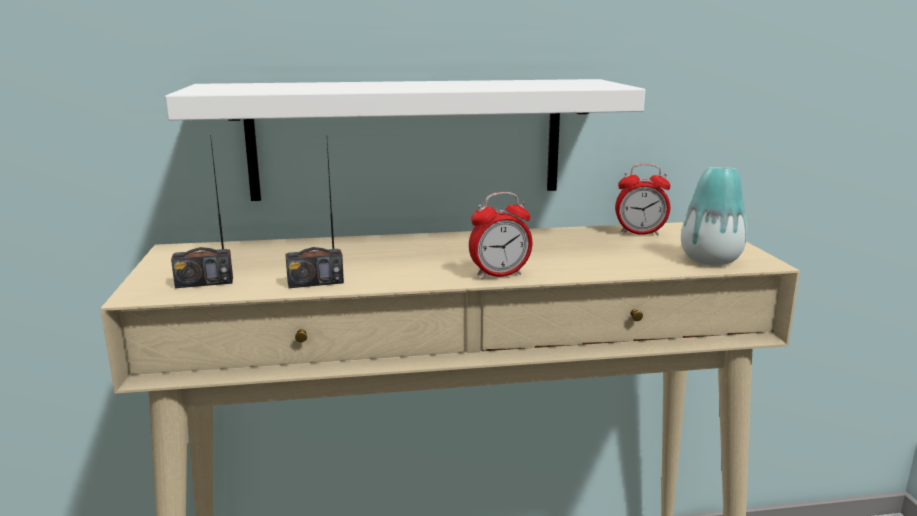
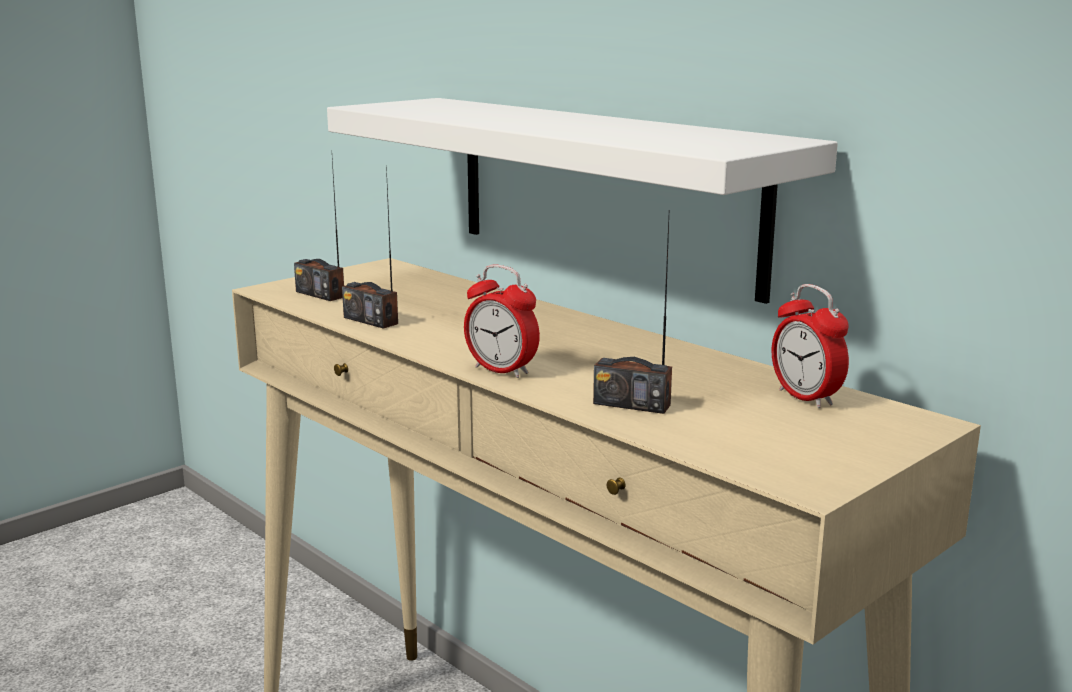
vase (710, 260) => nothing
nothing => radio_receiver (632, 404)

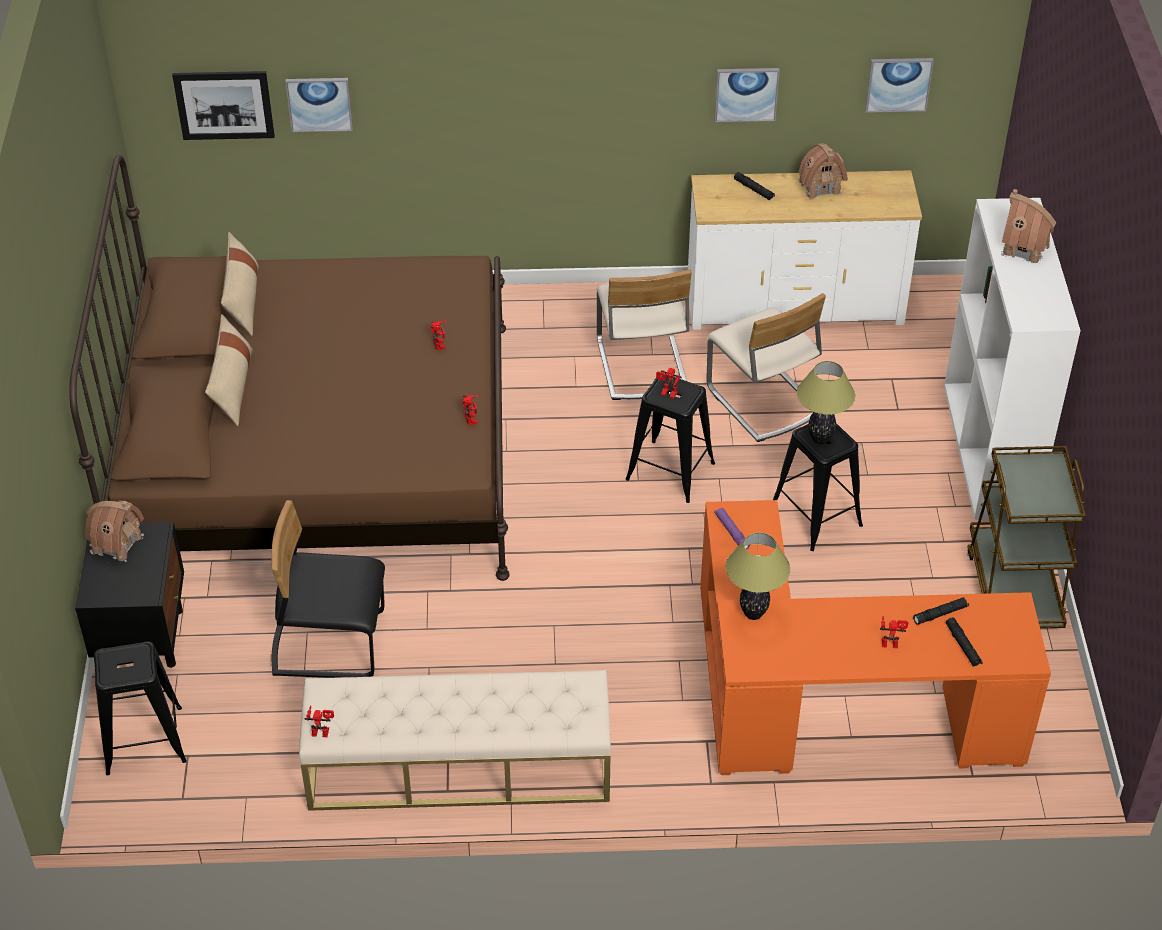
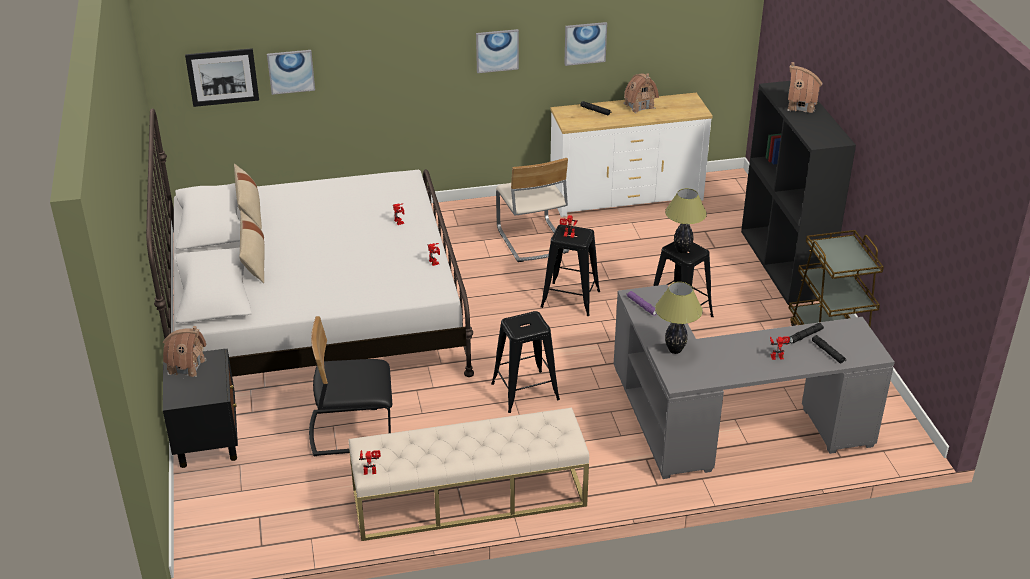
wall_art (898, 84) => wall_art (497, 50), relocated
brown_sleeping_bed (320, 451) => whitish_sleeping_bed (315, 313)
whitish_bookshelf (990, 451) => black-coloured_bookshelf (784, 265)
beige-coloured_plain_chair (762, 401) => nothing
orange_desk_unit (830, 708) => grey_desk_unit (727, 427)
black-coloured_sitting_stool (143, 741) => black-coloured_sitting_stool (524, 391), relocated

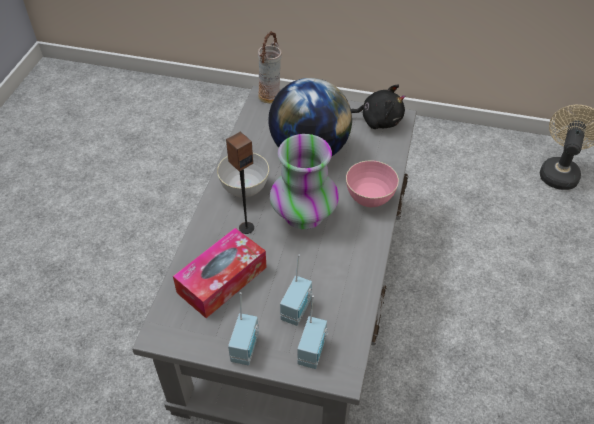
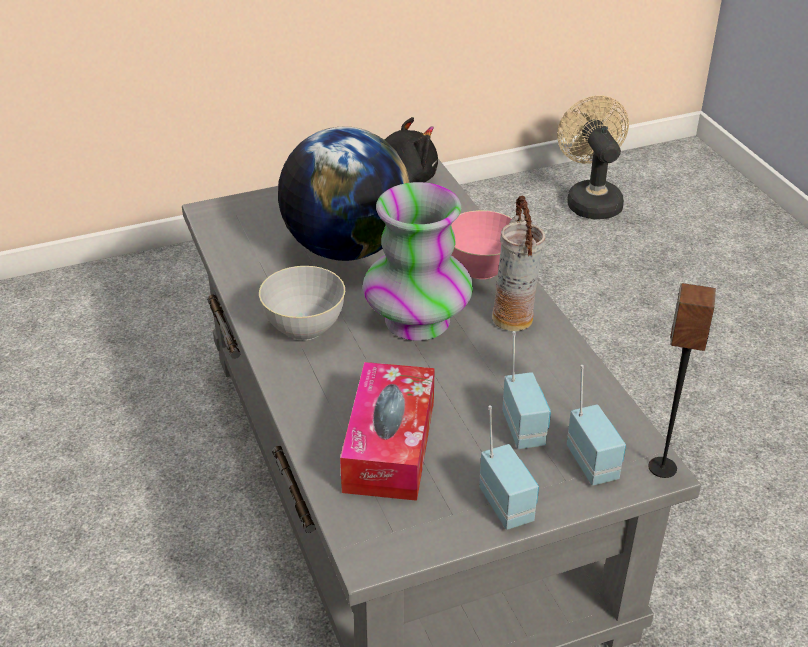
vase (270, 97) => vase (514, 319), relocated
audio_speaker (246, 227) => audio_speaker (661, 467), relocated

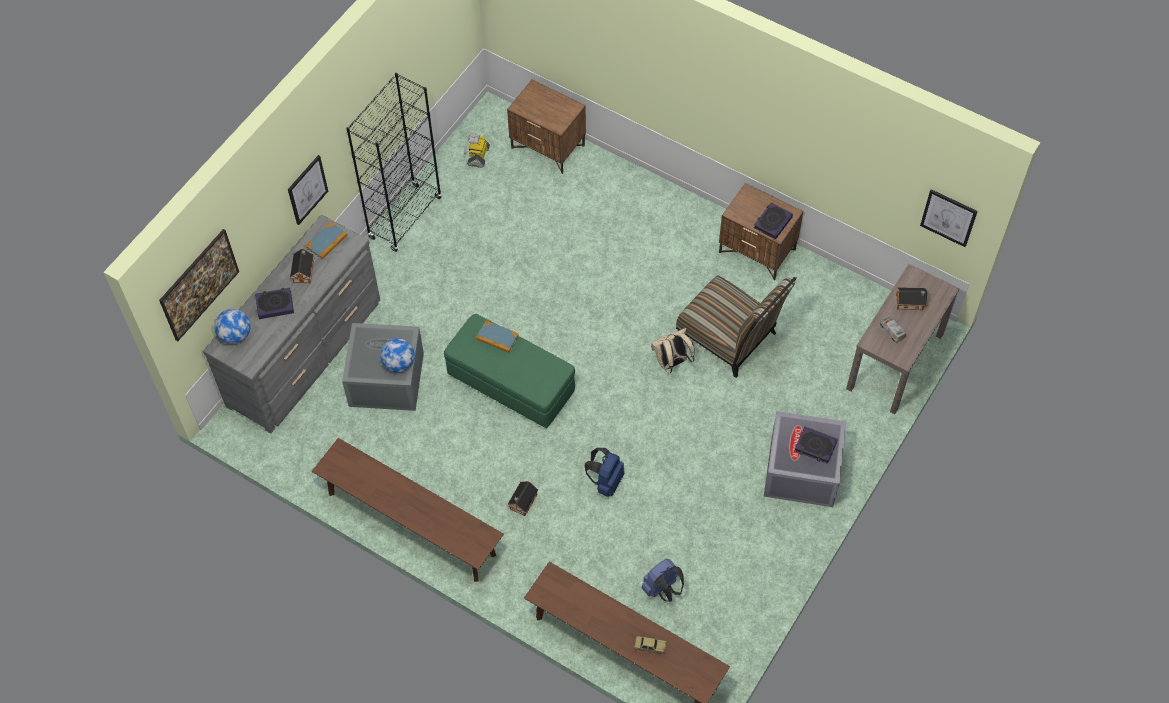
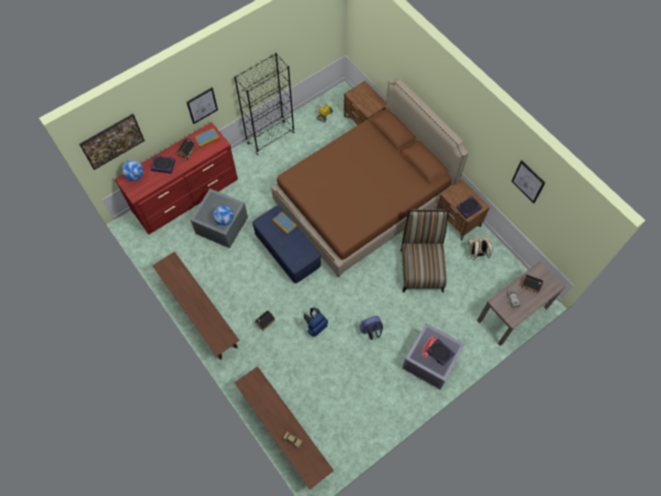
wall_art (948, 217) => wall_art (528, 181), relocated
grey_chest_of_drawers (306, 352) => reddish_chest_of_drawers (186, 195)
plain_chair (730, 338) => plain_chair (421, 266), 150 degrees counterclockwise
greenish_footrest (511, 383) => blue-coloured_footrest (287, 250)
beige-coloured_knapsack (671, 363) => beige-coloured_knapsack (476, 254), relocated
blue-coloured_knapsack (662, 589) => blue-coloured_knapsack (371, 331), relocated
nothing => brown_sleeping_bed (363, 199)

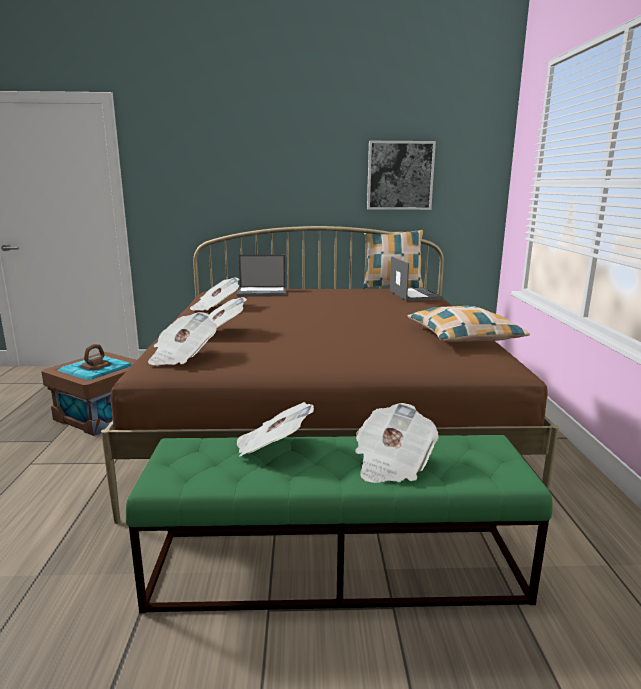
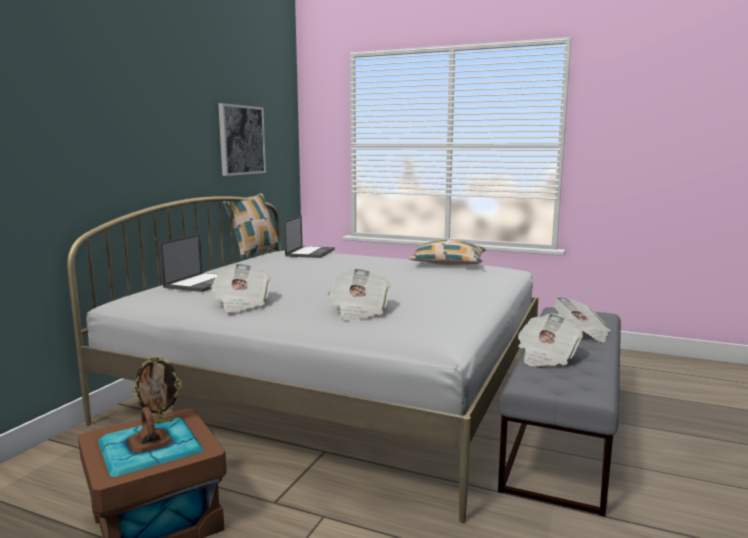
brown_sleeping_bed (323, 420) => whitish_sleeping_bed (339, 387)
portable_computer (414, 295) => portable_computer (310, 252), 90 degrees clockwise
daily_paper (182, 357) => nothing
greenish_indoor_bench (337, 566) => grey_indoor_bench (565, 428)
nothing => photo_frame (160, 421)

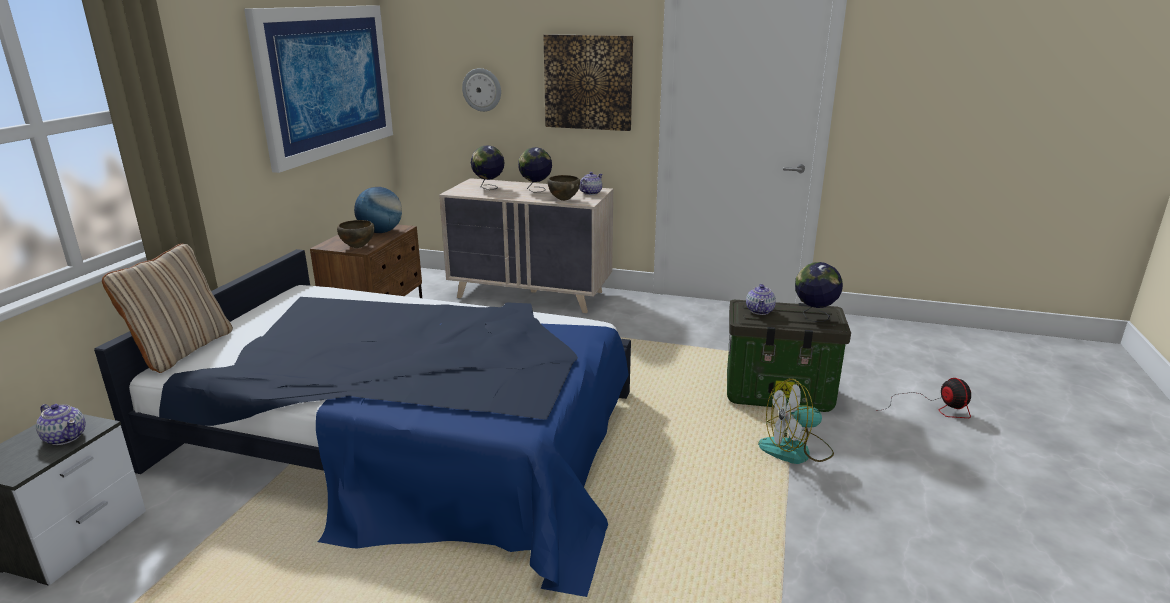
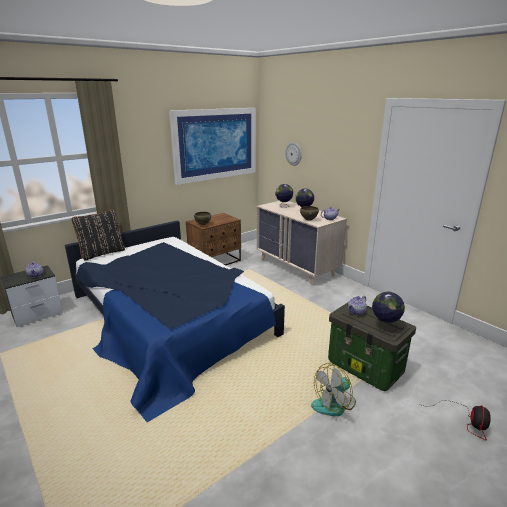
wall_art (588, 82) => nothing
globe (380, 232) => nothing
beige-coloured_pillow (182, 350) => black-coloured_pillow (102, 253)
cooling_fan (796, 450) => cooling_fan (334, 404), 60 degrees counterclockwise

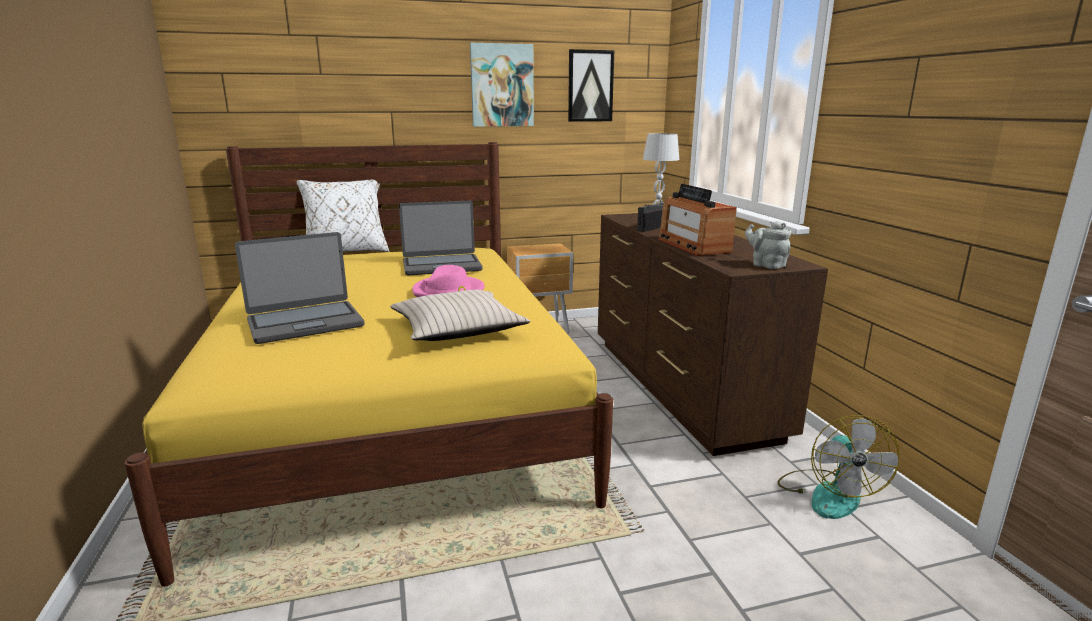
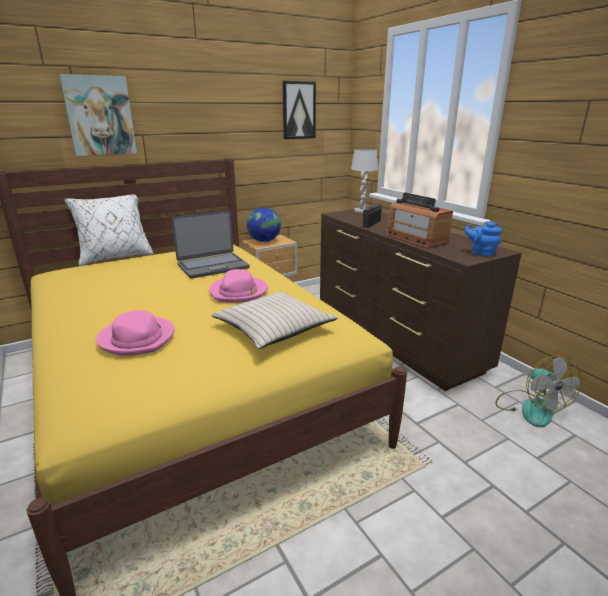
wall_art (502, 85) => wall_art (100, 116), relocated
grey_tea_pot (766, 265) => blue-coloured_tea_pot (481, 253)
portable_computer (305, 323) => pinkish_wearable_hat (138, 338)
nothing => globe (264, 241)

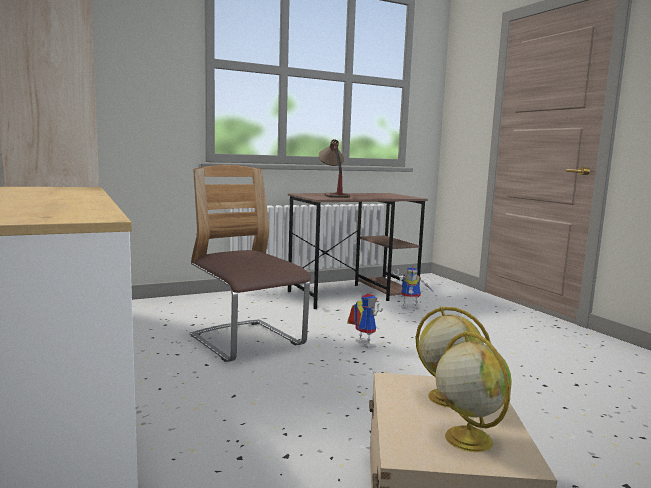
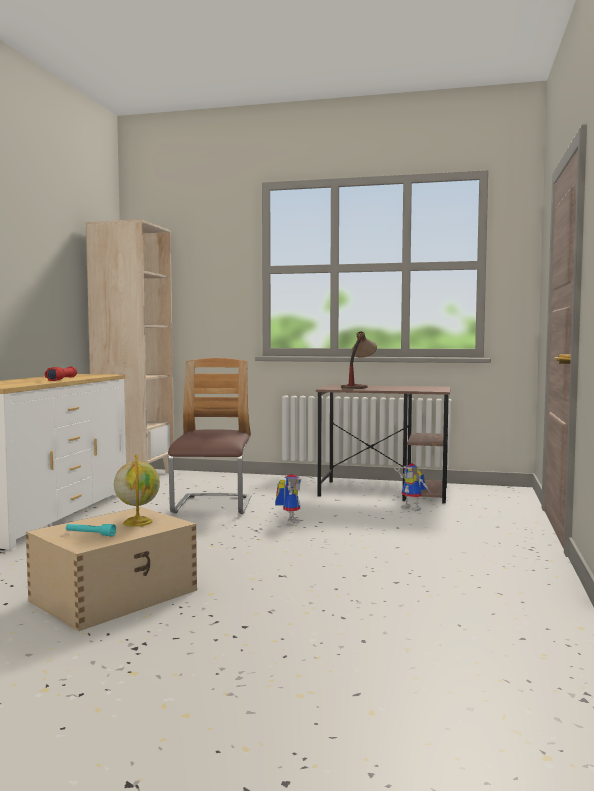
globe (467, 438) => blue-green_flashlight (90, 534)
nothing => reddish_flashlight (62, 379)

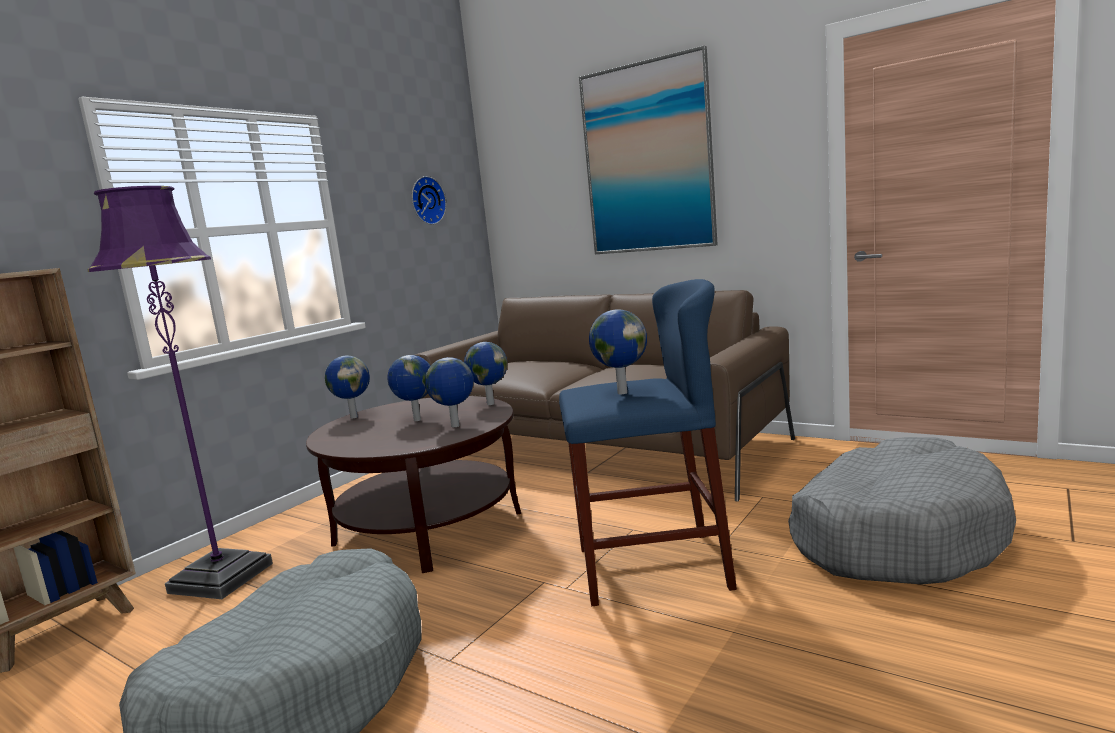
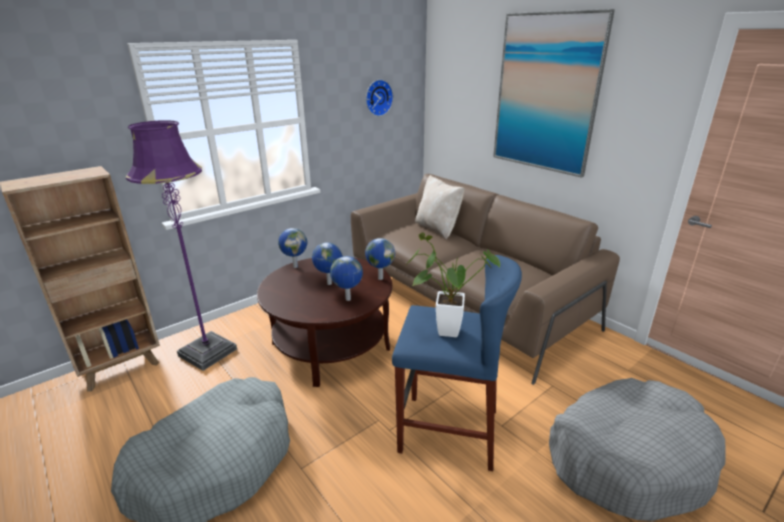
globe (621, 393) => houseplant (442, 330)
nothing => beige-coloured_pillow (438, 229)

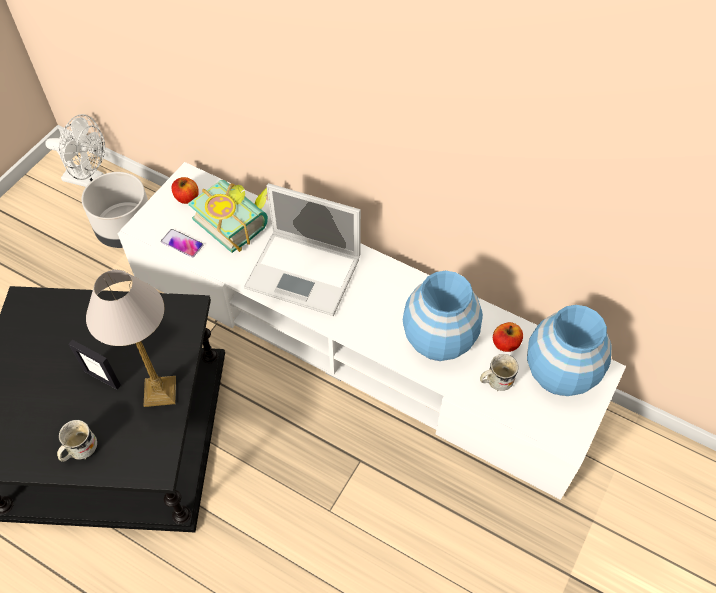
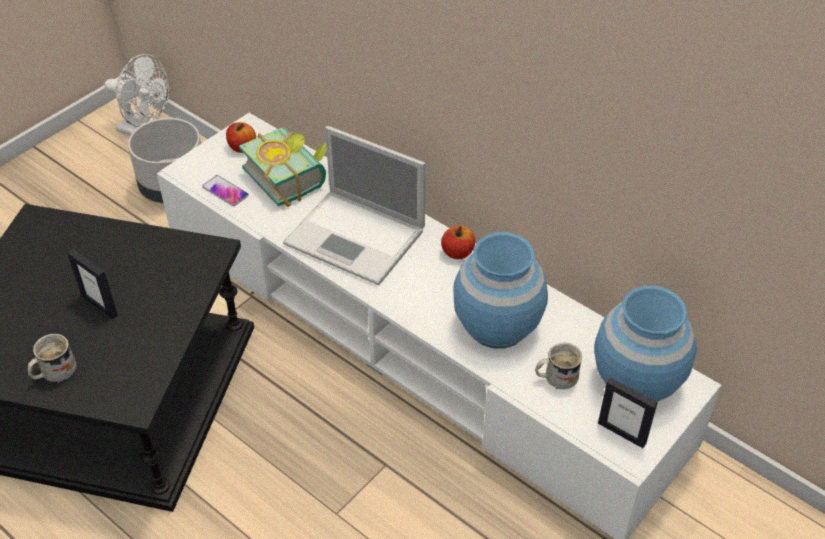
tabletop_lamp (160, 390) => nothing
whole_apple (506, 344) => whole_apple (457, 252), relocated
nothing => photo_frame (622, 433)

